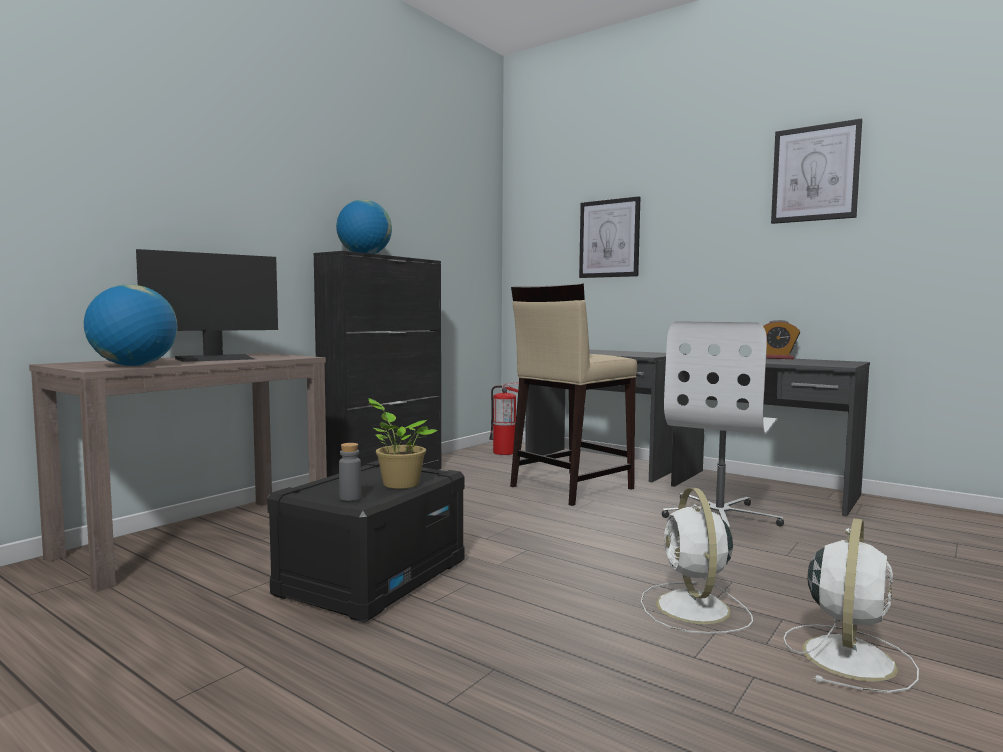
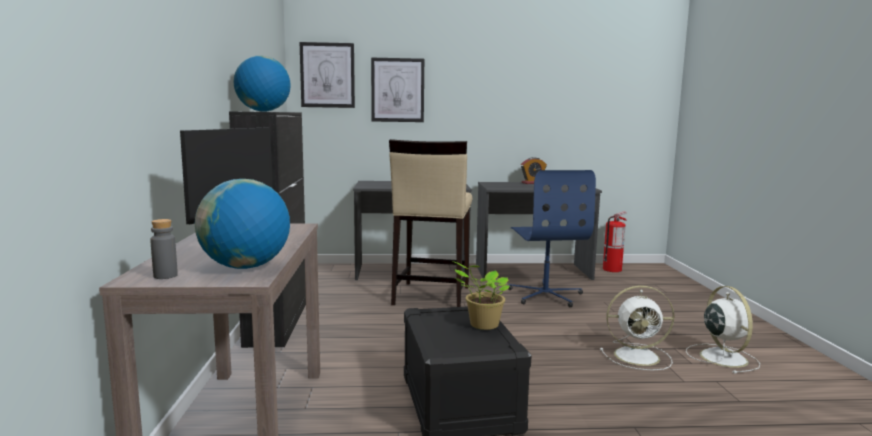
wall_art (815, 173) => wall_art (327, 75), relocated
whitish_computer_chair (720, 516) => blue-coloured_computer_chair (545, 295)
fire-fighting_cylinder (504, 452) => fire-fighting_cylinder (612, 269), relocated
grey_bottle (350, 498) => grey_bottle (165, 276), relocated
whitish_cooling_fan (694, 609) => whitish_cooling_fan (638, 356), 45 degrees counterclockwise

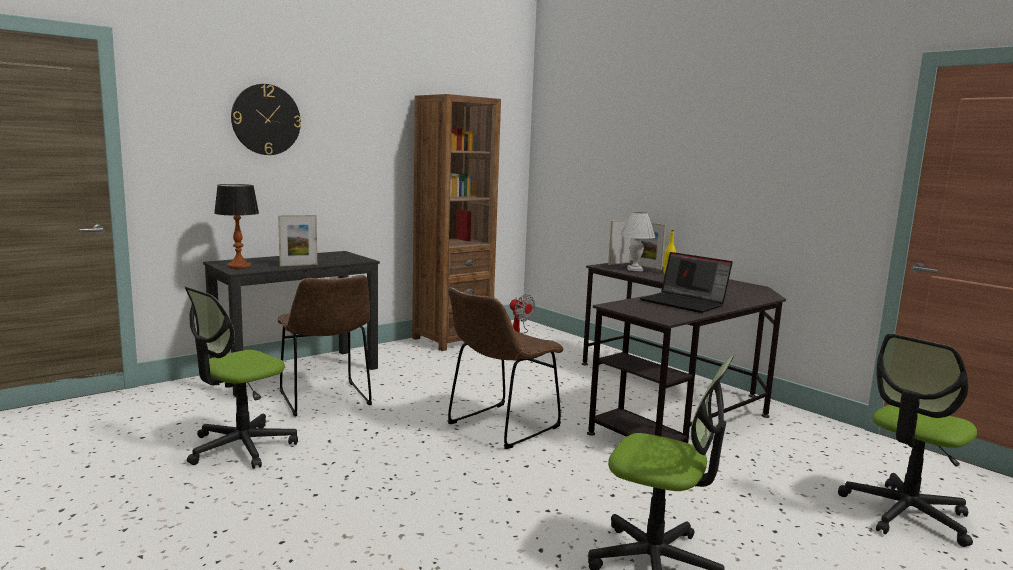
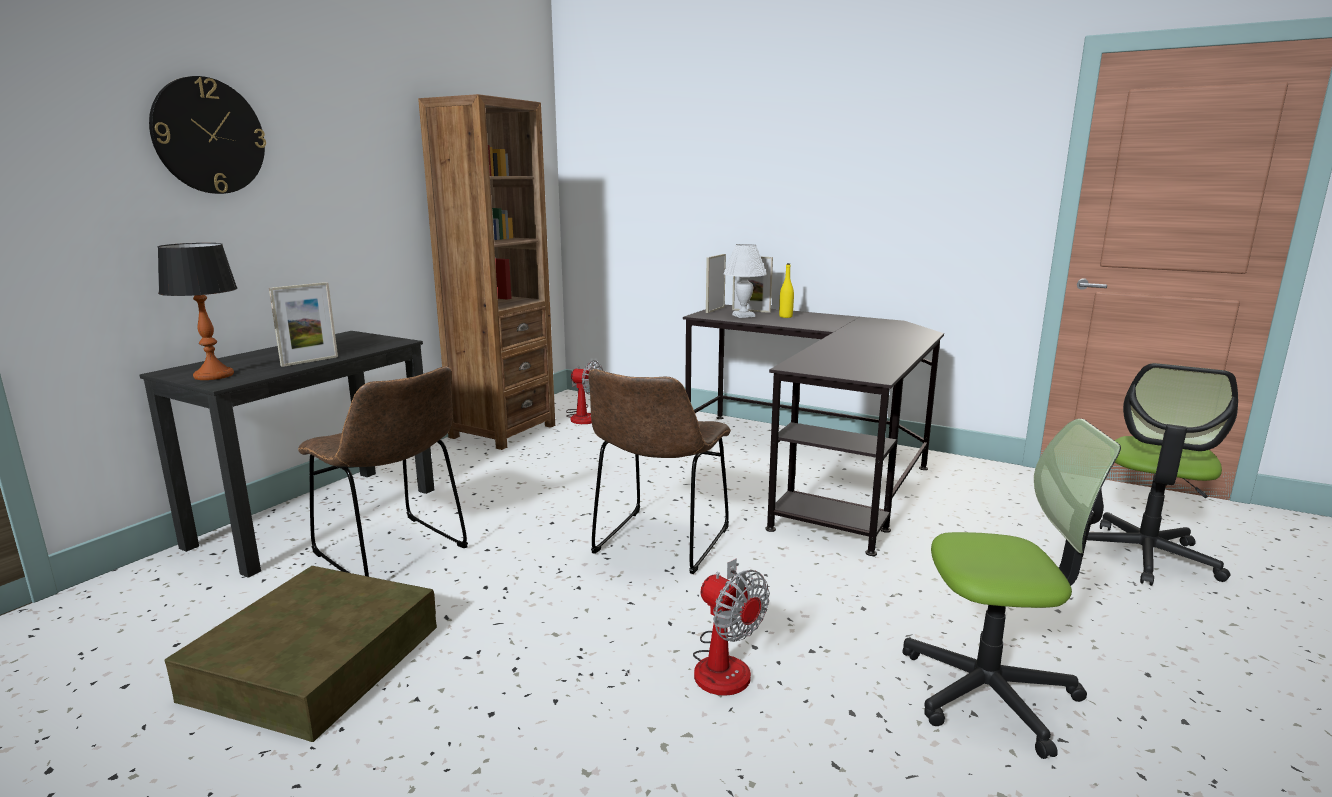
portable_computer (685, 303) => nothing
computer_chair (241, 447) => brown_storage_bin (315, 661)
nothing => cooling_fan (724, 662)

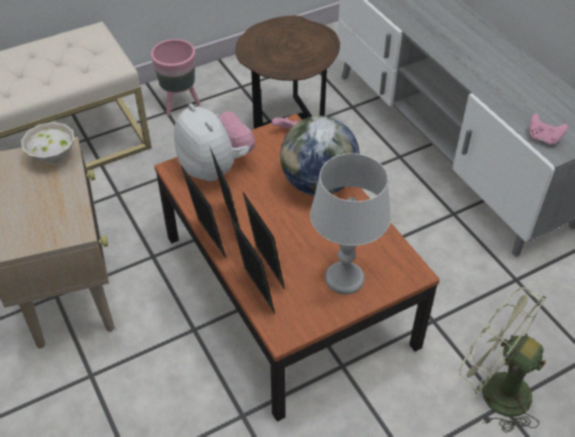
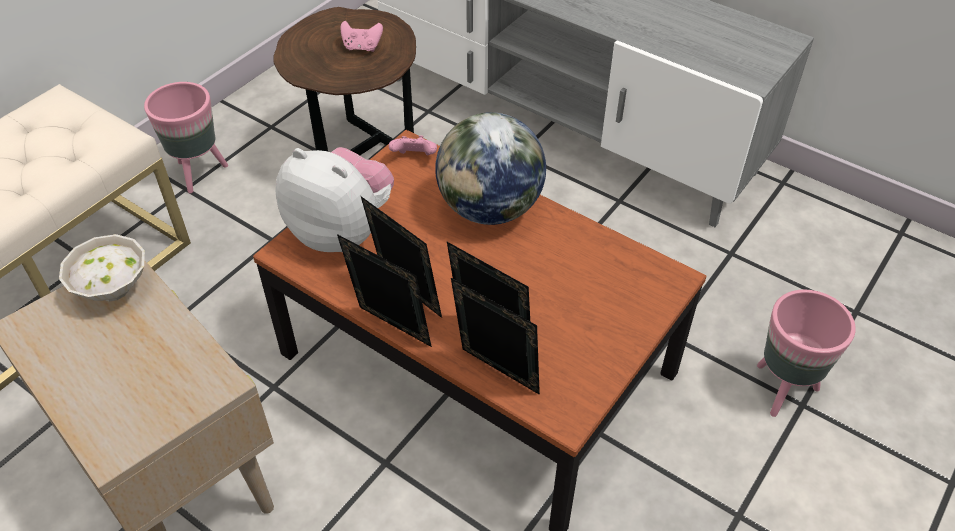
pinkish_joypad (543, 138) => pinkish_joypad (362, 47), relocated
grey_tabletop_lamp (344, 279) => nothing
greenish_cooling_fan (494, 390) => pinkish_flower_pot (783, 390)

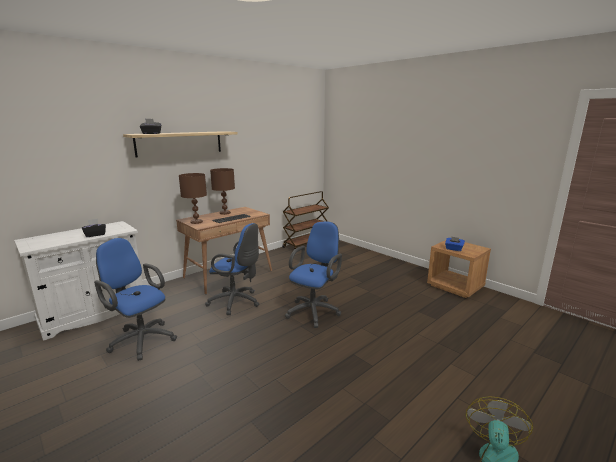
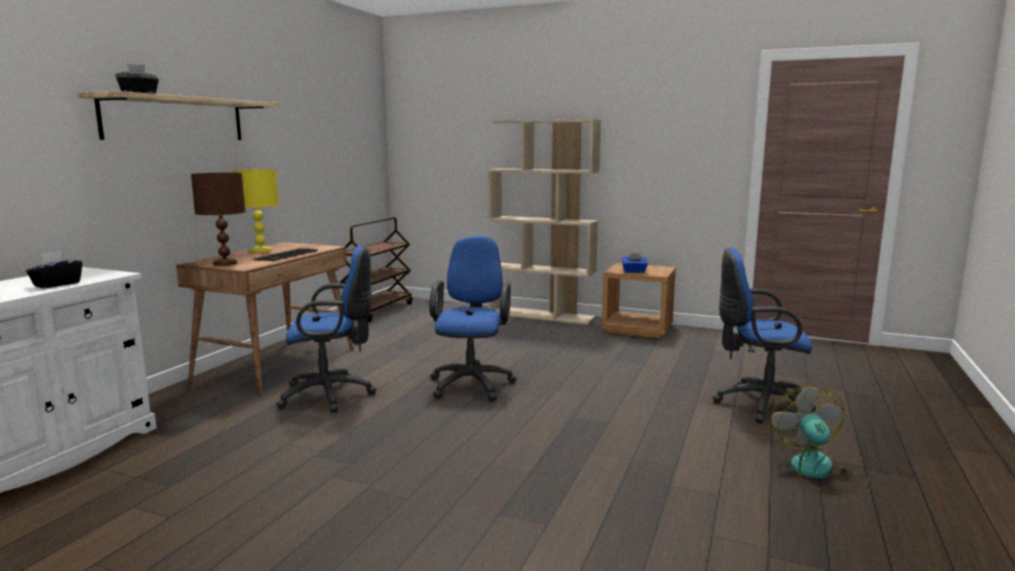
brown_tabletop_lamp (225, 213) => yellow-coloured_tabletop_lamp (261, 250)
blue-coloured_computer_chair (141, 339) => blue-coloured_computer_chair (759, 404), relocated
nothing => beige-coloured_bookshelf (542, 315)

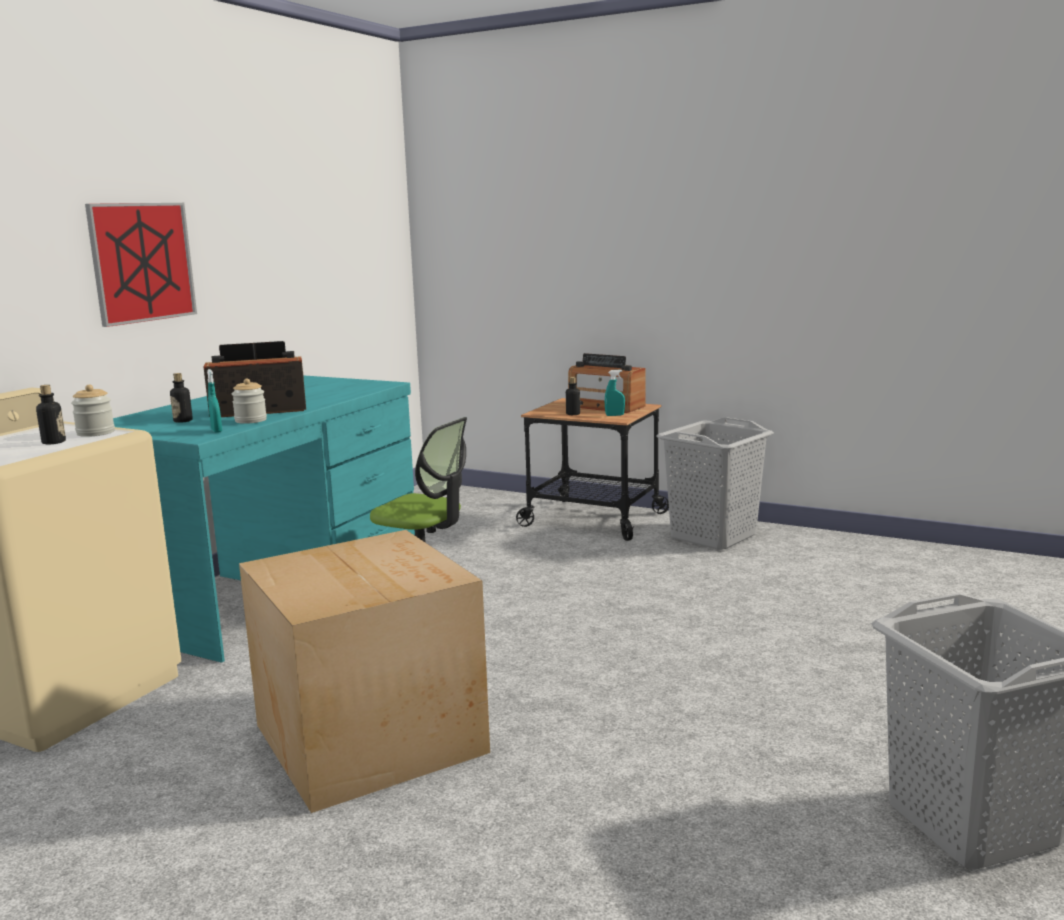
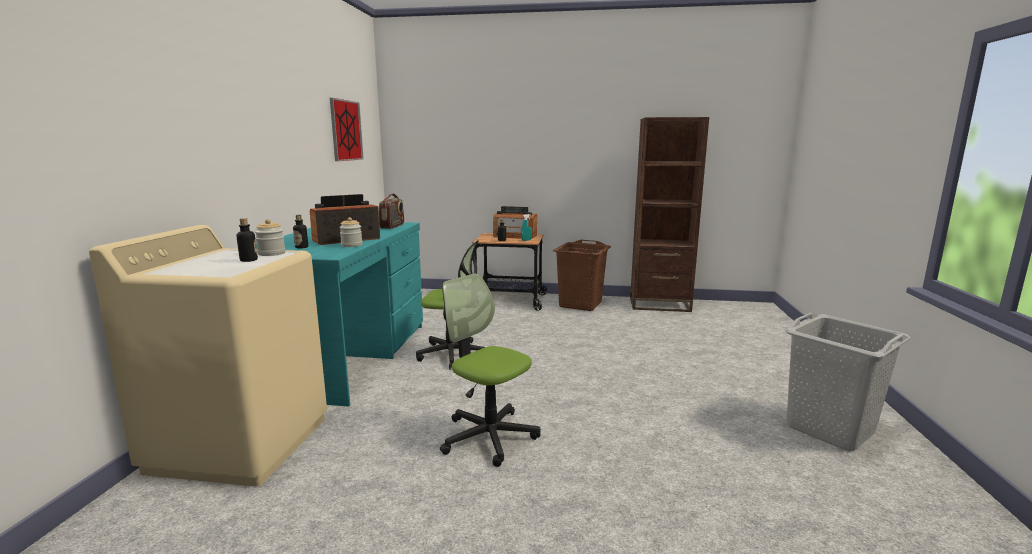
wall_art (142, 262) => wall_art (346, 130), relocated
blue-green_spray_bottle (216, 431) => nothing
grey_washing_basket (714, 536) => brown_washing_basket (581, 304)
packing_box (371, 736) => computer_chair (488, 436)
nothing => brown_bookshelf (659, 305)
nothing => radio_receiver (392, 226)

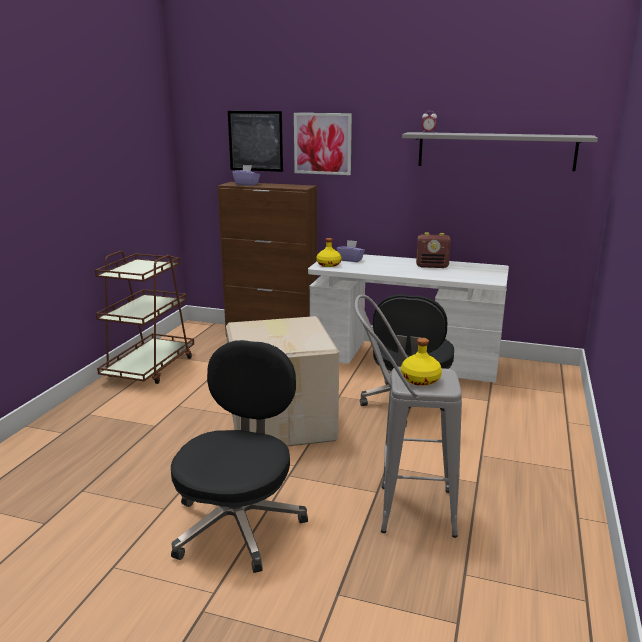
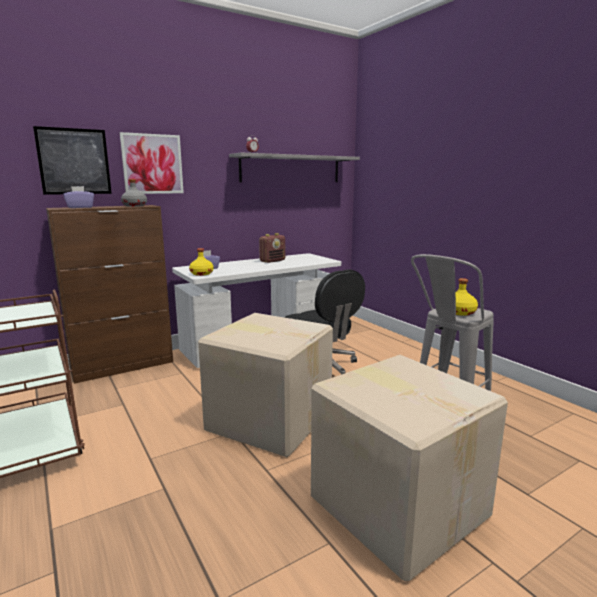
black-coloured_computer_chair (239, 523) => packing_box (398, 504)
nothing => grey_bottle (135, 206)

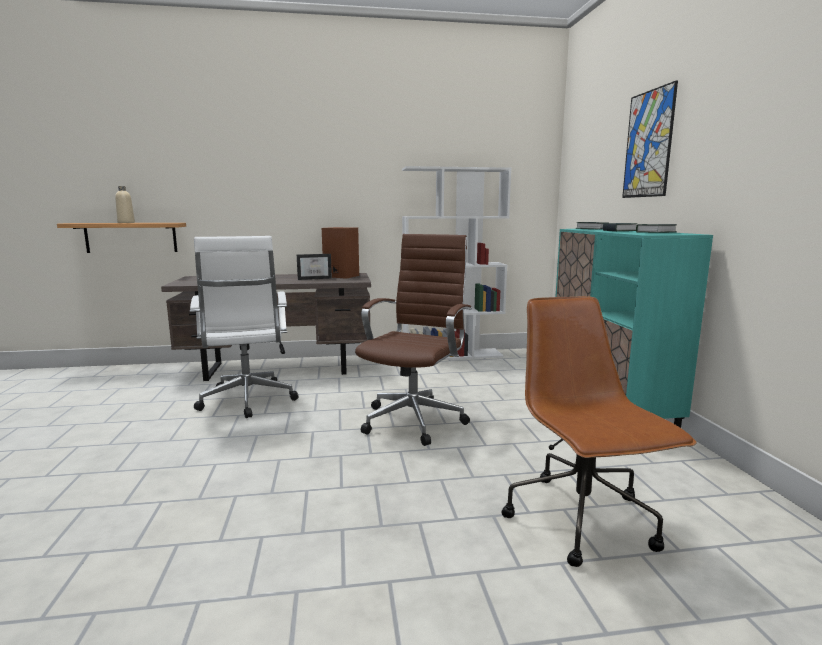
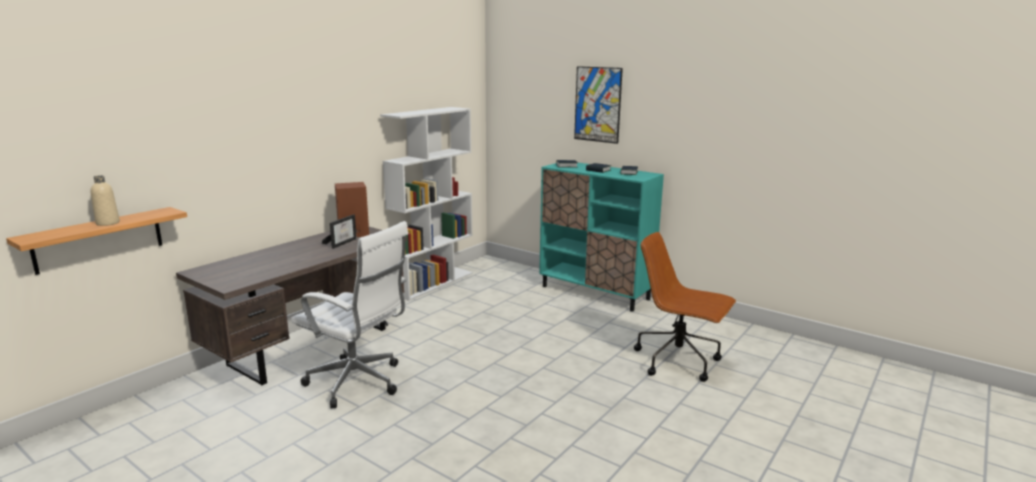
brown_computer_chair (415, 419) => nothing

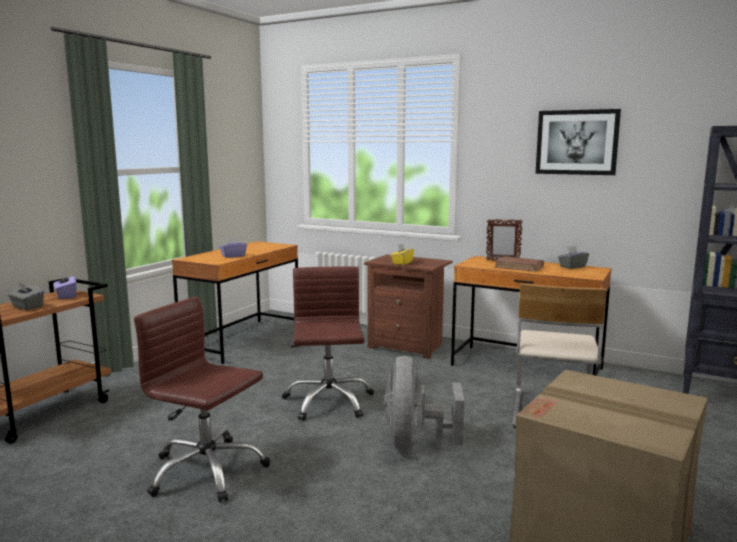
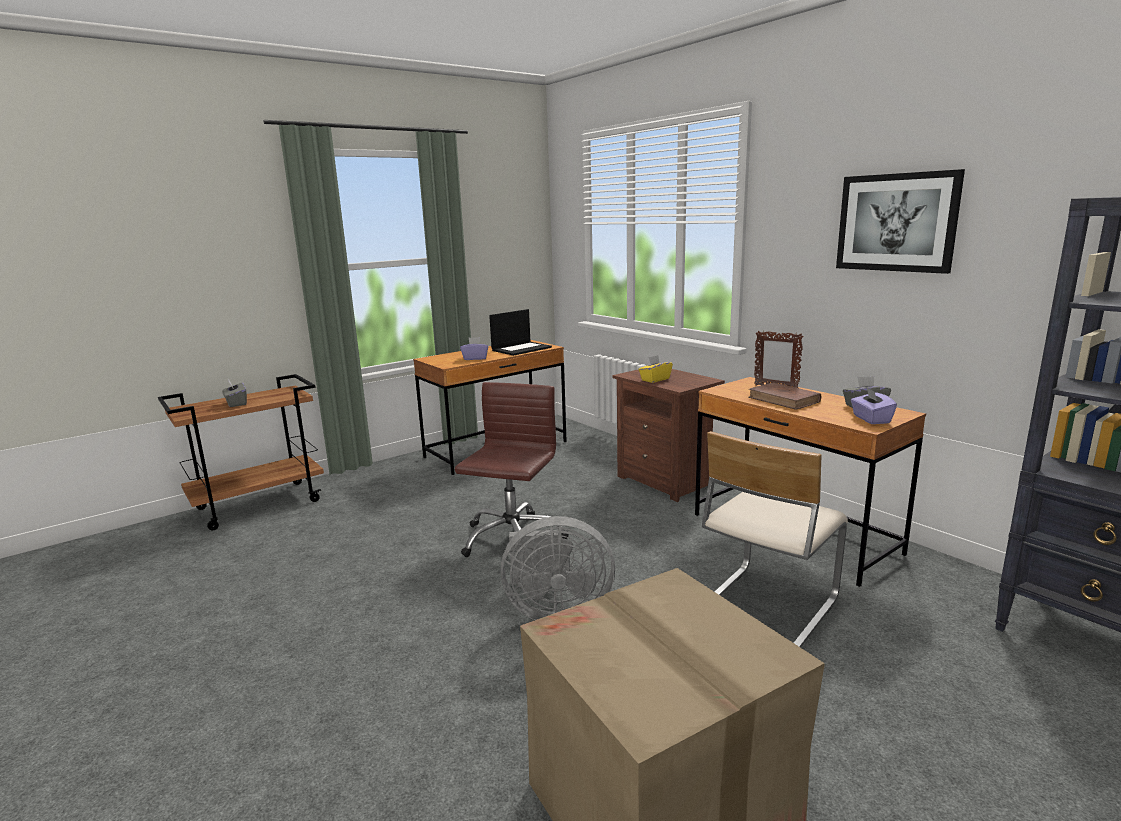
purple-coloured_tissue_holder (66, 296) => purple-coloured_tissue_holder (870, 419), relocated
brown_computer_chair (206, 471) => nothing
grey_cooling_fan (415, 443) => grey_cooling_fan (555, 611), 120 degrees counterclockwise
nothing => portable_computer (521, 349)

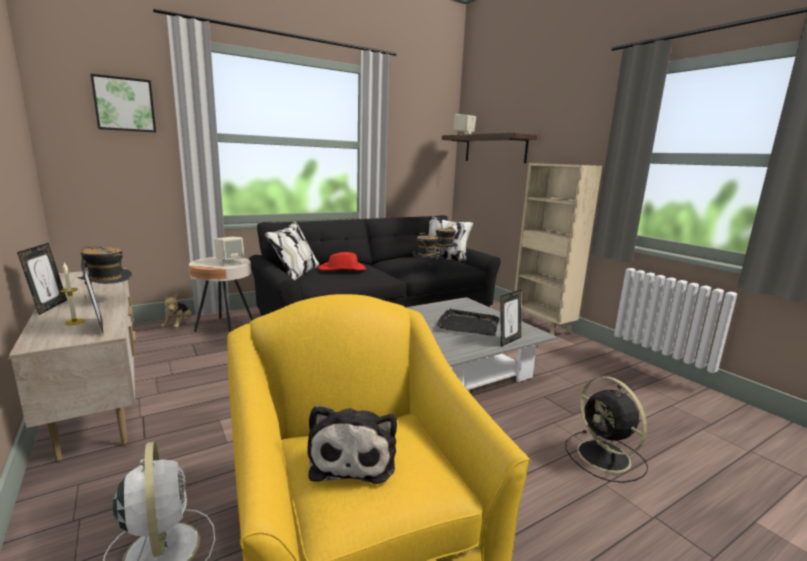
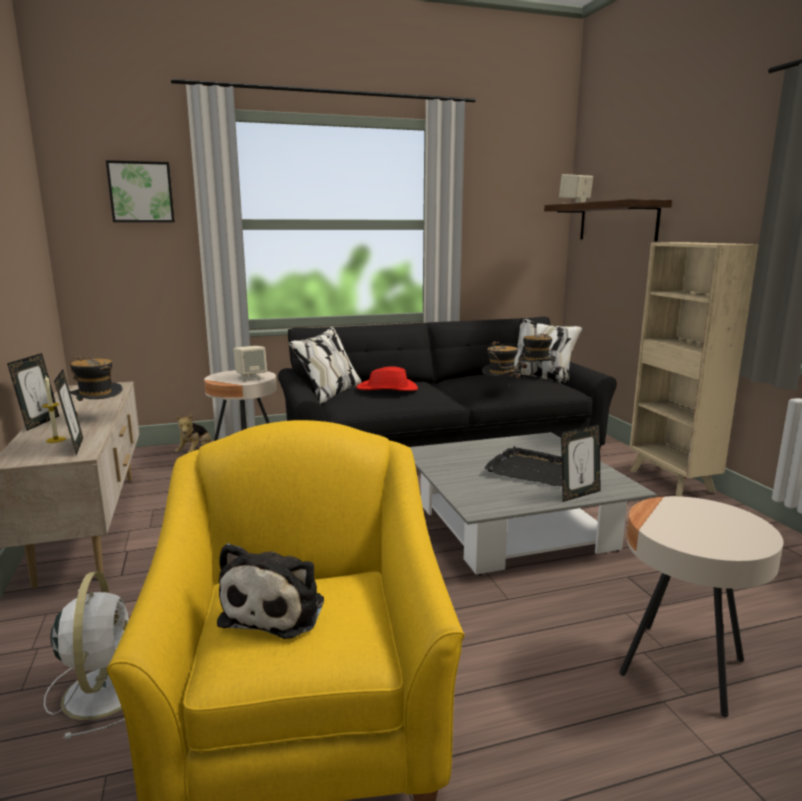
black-coloured_cooling_fan (605, 457) => beige-coloured_side_table (682, 667)

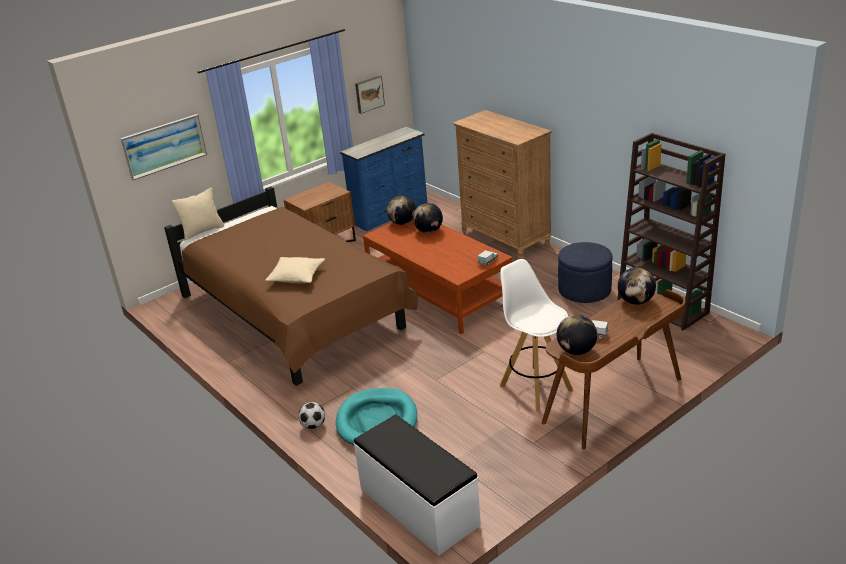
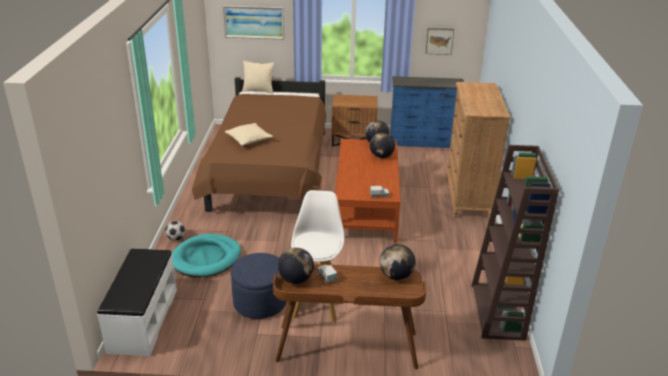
blue-coloured_footrest (584, 290) => blue-coloured_footrest (260, 302), relocated

